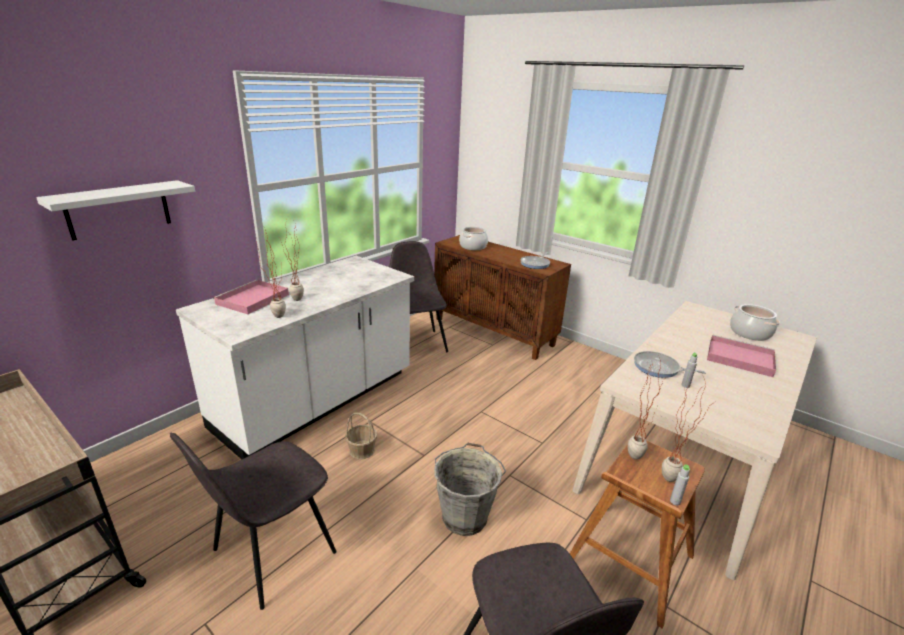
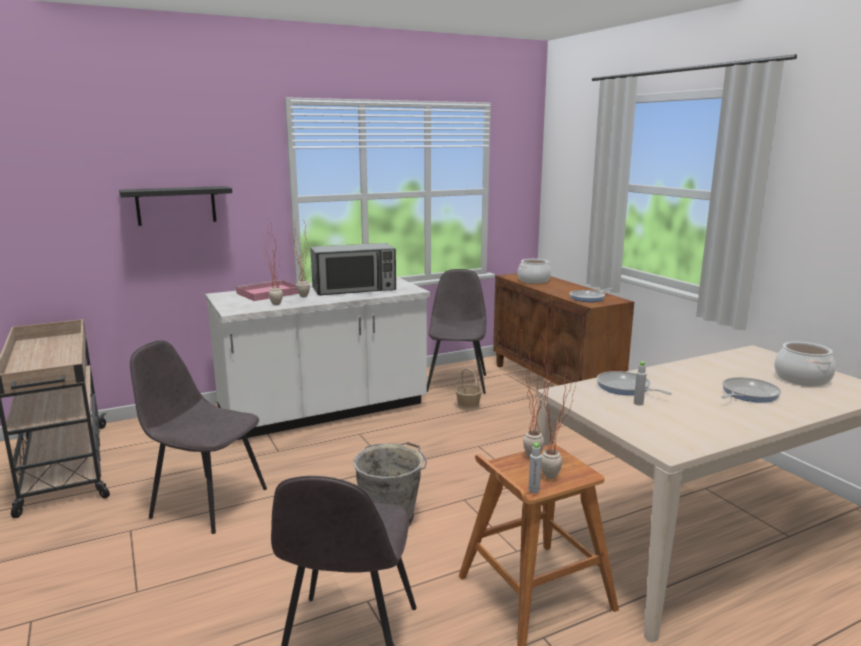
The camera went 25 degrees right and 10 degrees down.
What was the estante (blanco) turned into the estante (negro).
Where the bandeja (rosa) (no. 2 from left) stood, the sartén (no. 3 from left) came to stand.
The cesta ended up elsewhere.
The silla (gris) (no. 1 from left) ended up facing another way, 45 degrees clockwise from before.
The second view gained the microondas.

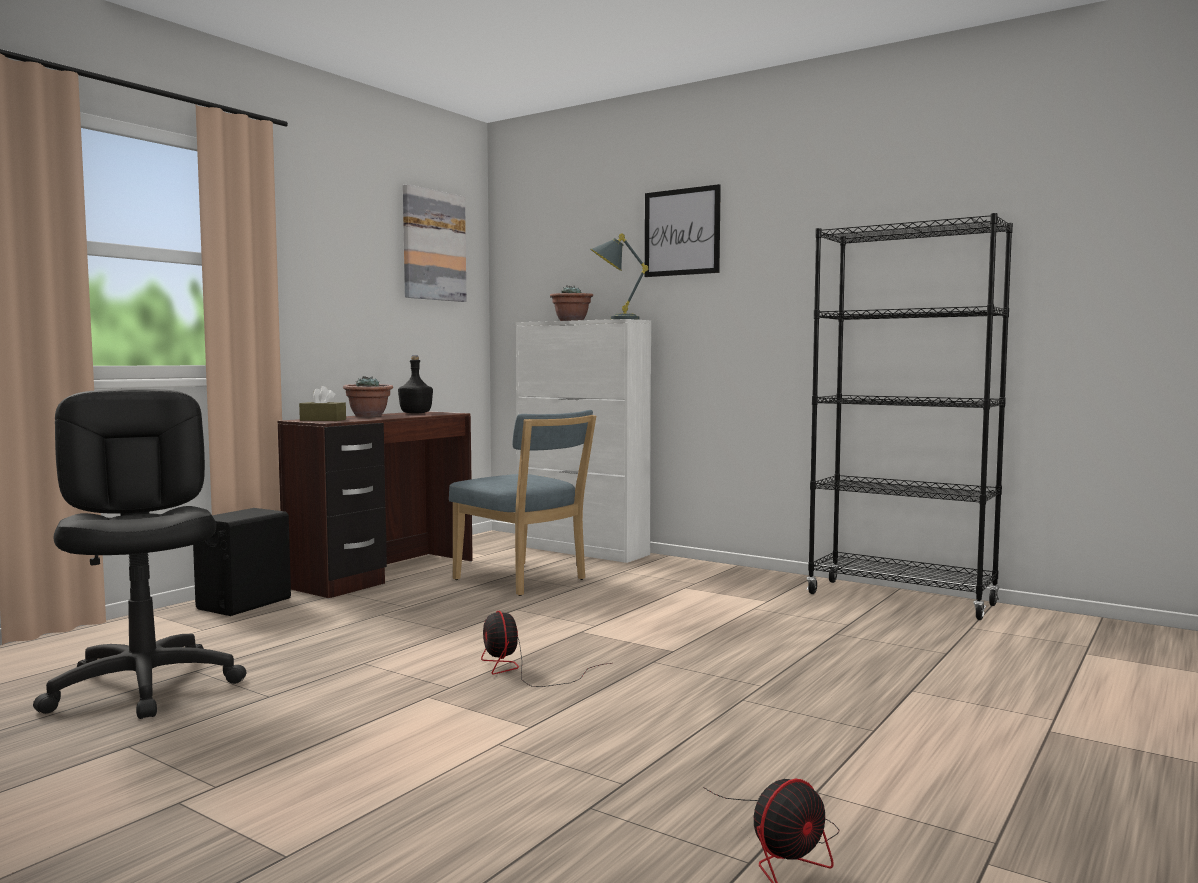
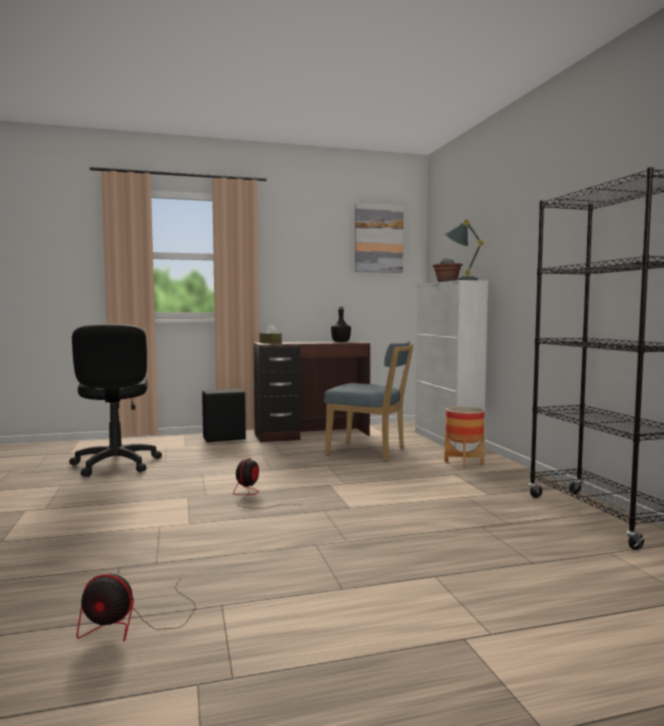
The camera went 40 degrees right and 0 degrees up.
The second view lost the cuadro (no. 2 from left).
The second view lost the planta en maceta (no. 1 from left).
The silla de oficina (negro) ended up facing another way, 150 degrees clockwise from before.
The silla (azul) ended up facing another way, 60 degrees counterclockwise from before.
The second view gained the maceta.

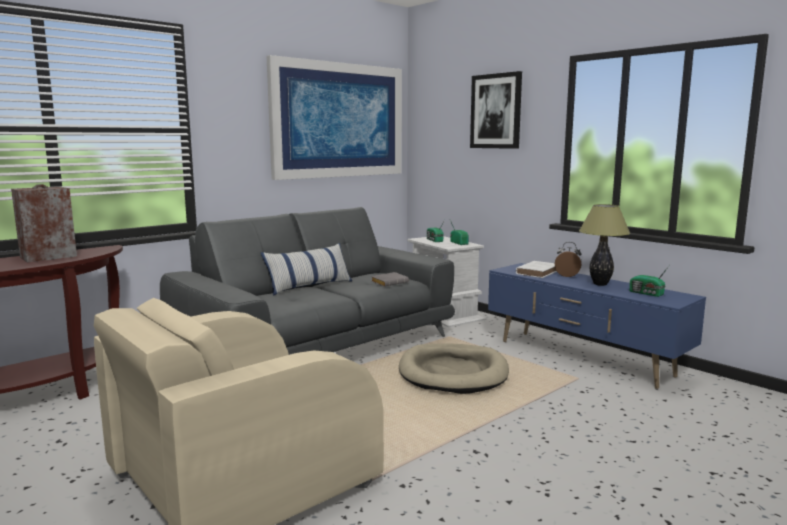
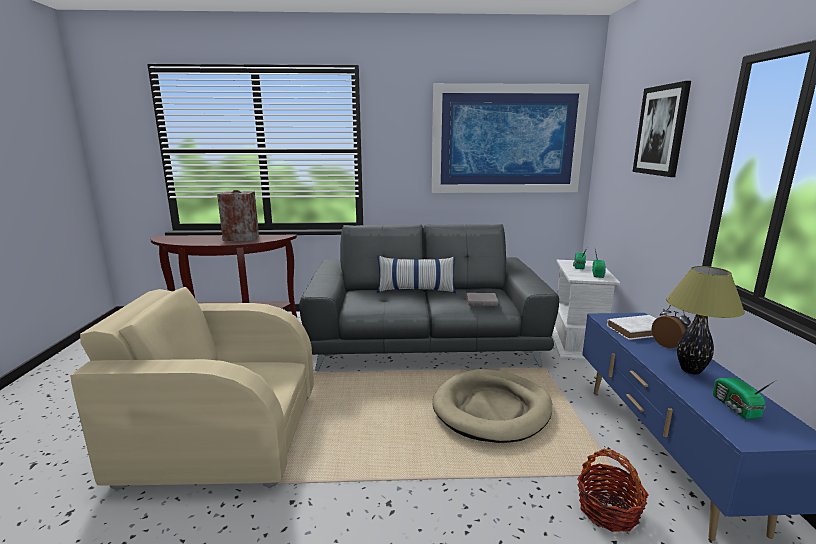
The camera went 40 degrees right and 5 degrees up.
The second view gained the cesta.

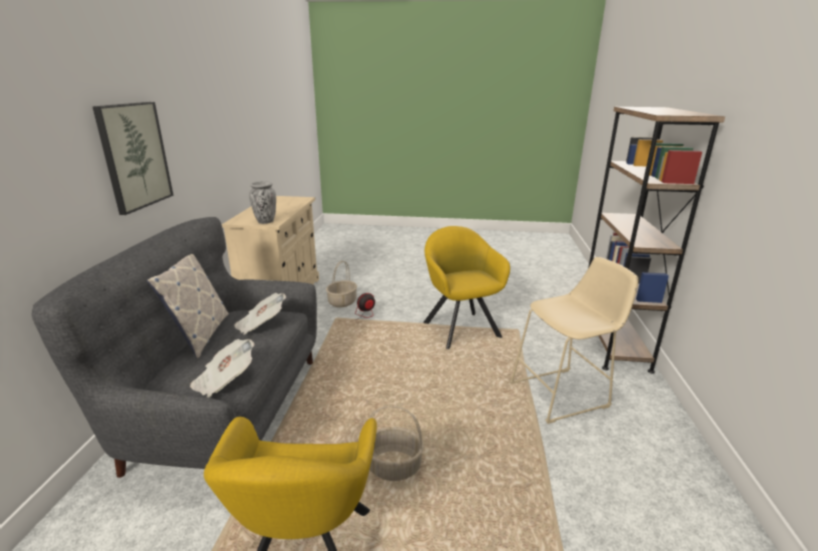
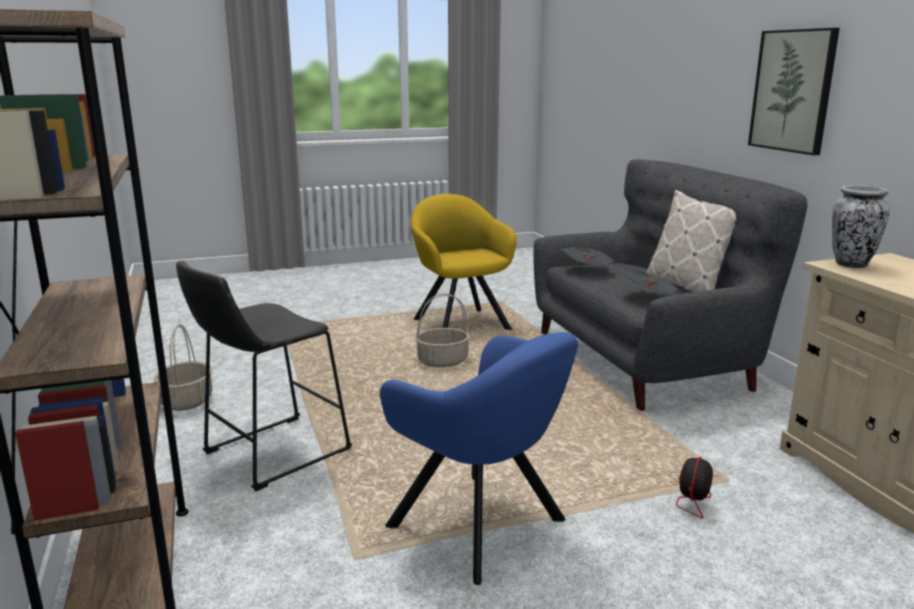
The camera went 155 degrees right and 5 degrees down.
What was the sillón (amarillo) (no. 2 from left) turned into the sillón (azul).
What was the taburete (beis) turned into the taburete (negro).
The cesta (no. 1 from left) ended up elsewhere.

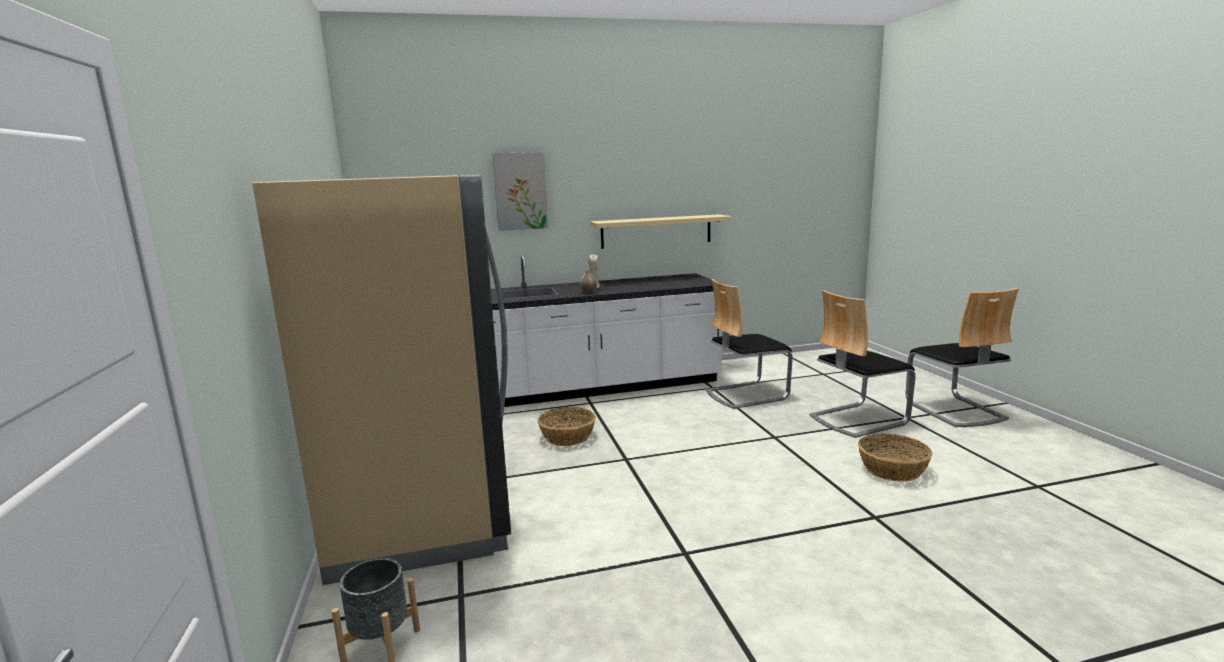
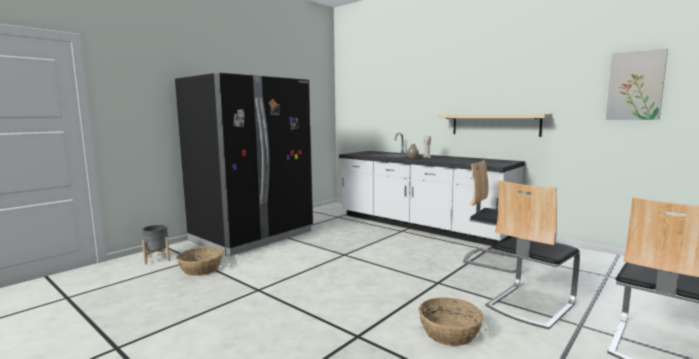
The camera went 55 degrees right and 5 degrees down.
The cuadro ended up elsewhere.
What was the nevera (beis) turned into the nevera (negro).
The silla (no. 2 from left) ended up facing another way, 75 degrees counterclockwise from before.
The cesta (no. 1 from left) ended up elsewhere.

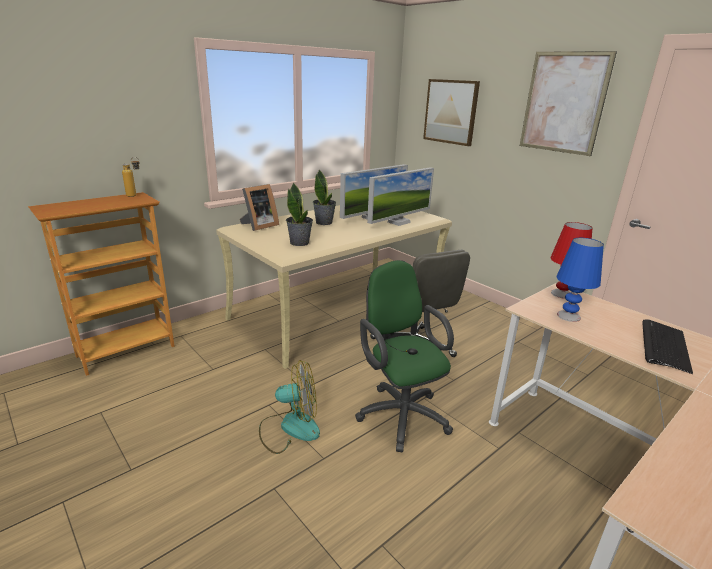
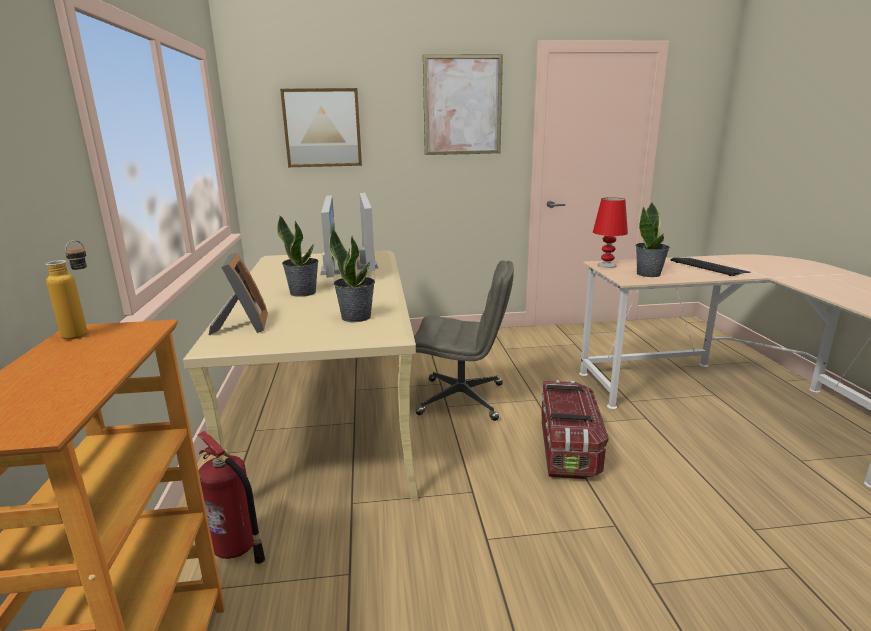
The camera went 55 degrees left and 5 degrees down.
Where the lámpara de mesa (azul) stood, the planta en maceta (no. 3 from left) came to stand.
Where the silla de oficina (verde) stood, the caja de almacenaje came to stand.
The second view lost the ventilador.
The second view gained the extintor.

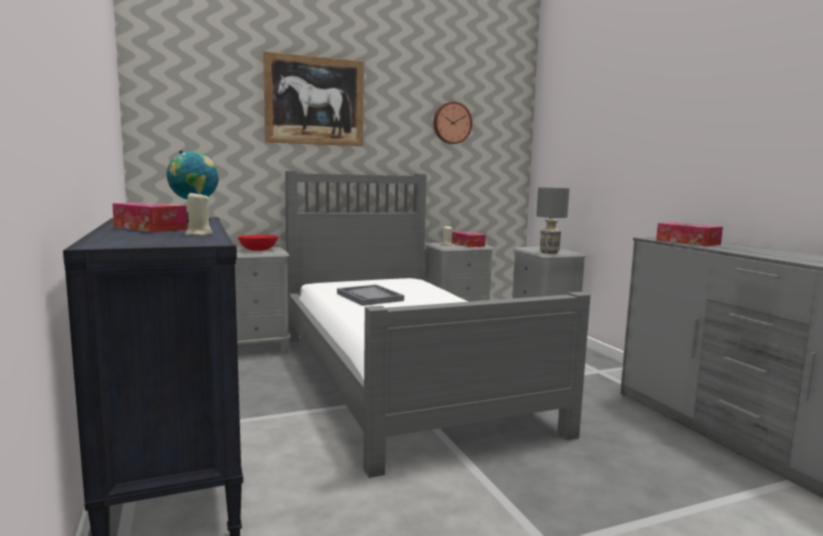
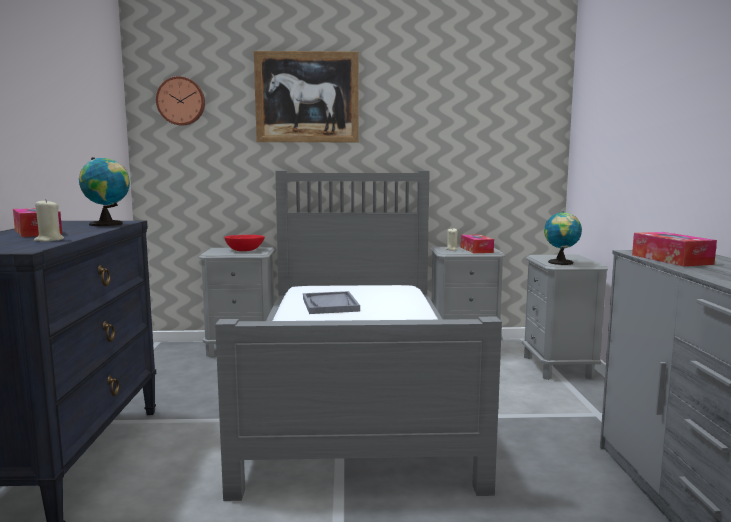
The camera went 20 degrees right and 0 degrees up.
The reloj de pared ended up elsewhere.
Where the lámpara de mesa (gris) stood, the globo terráqueo (no. 2 from left) came to stand.

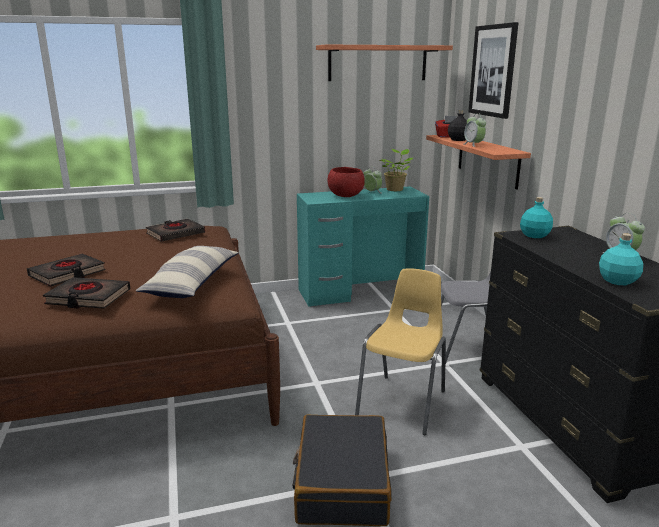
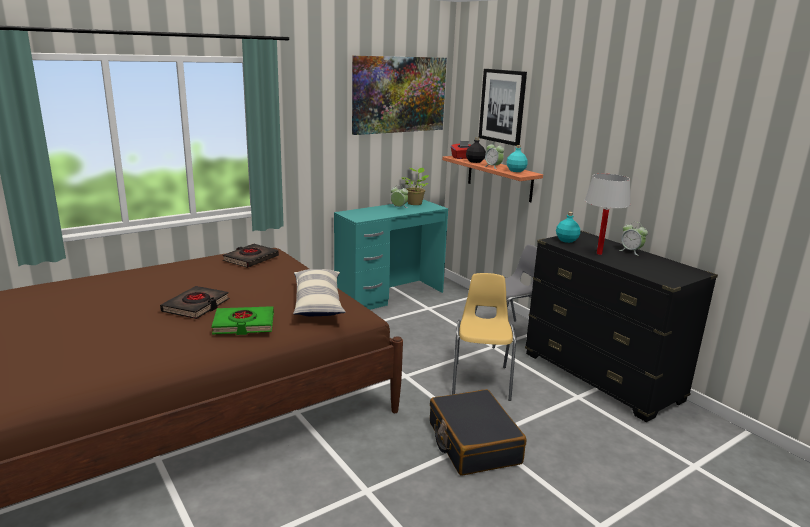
The camera went 20 degrees left and 0 degrees up.
Where the estante (no. 1 from left) hung, the cuadro (no. 1 from left) came to hang.
The second view lost the cuenco (rojo).
The botella (turquesa) (no. 2 from left in the first image) ended up elsewhere.
What was the libro (negro) (no. 2 from left) turned into the libro (verde).
The second view gained the lámpara de mesa (blanco).

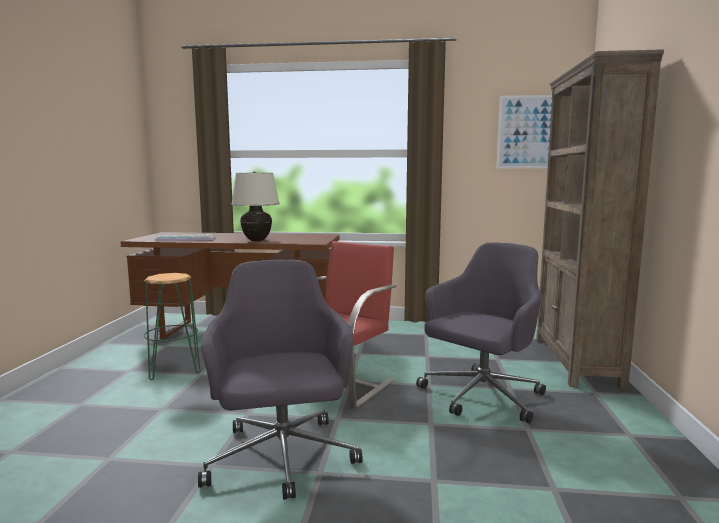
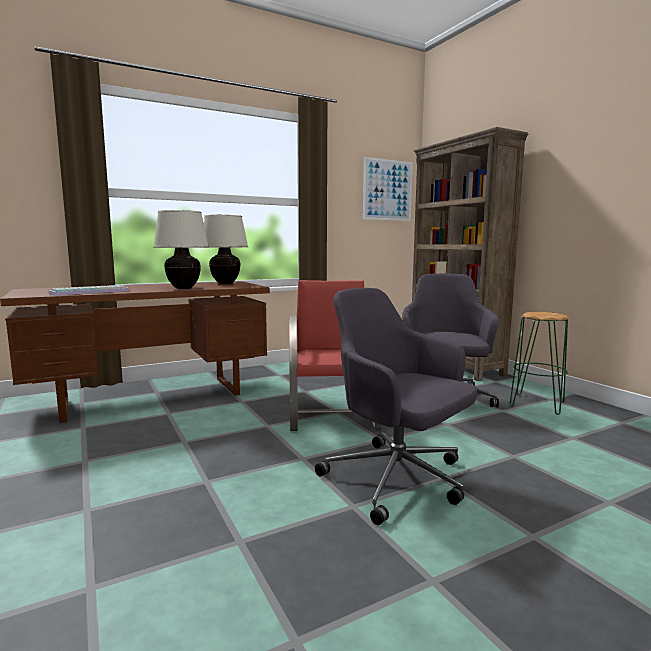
The camera went 35 degrees left and 0 degrees up.
The taburete (verde) ended up elsewhere.
The second view gained the lámpara de mesa (beis) (no. 2 from left).

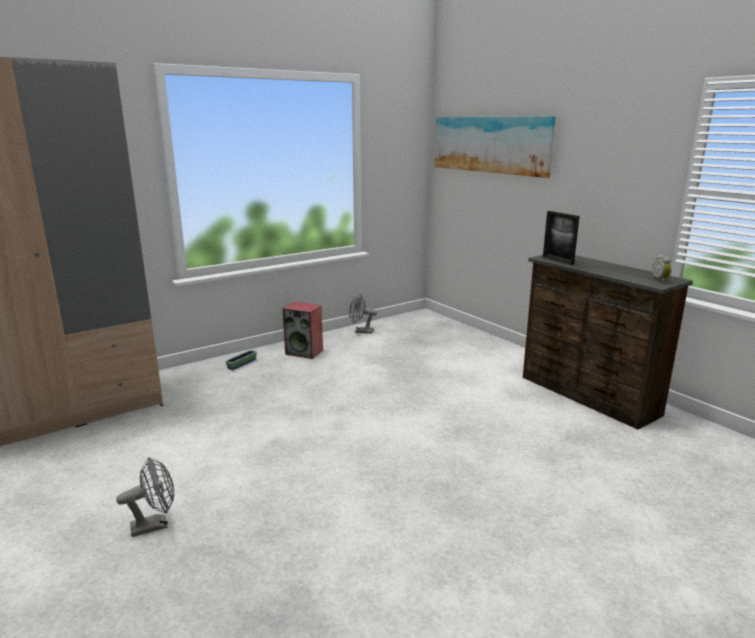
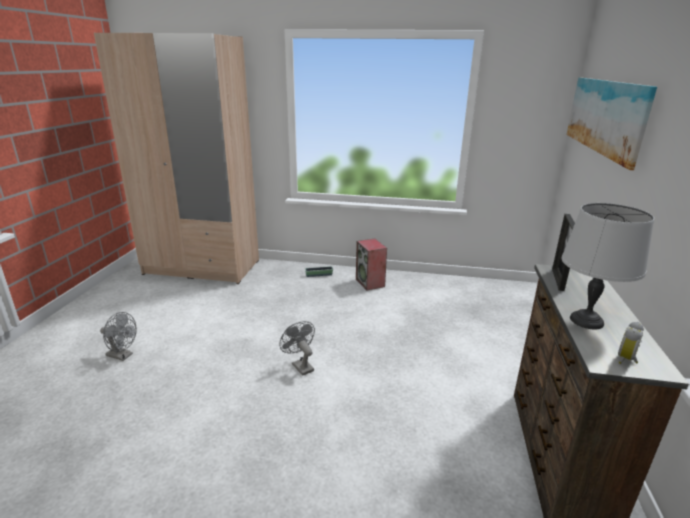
The camera went 45 degrees right and 5 degrees up.
The ventilador (gris) (no. 2 from left) ended up elsewhere.
The second view gained the lámpara de mesa (gris).

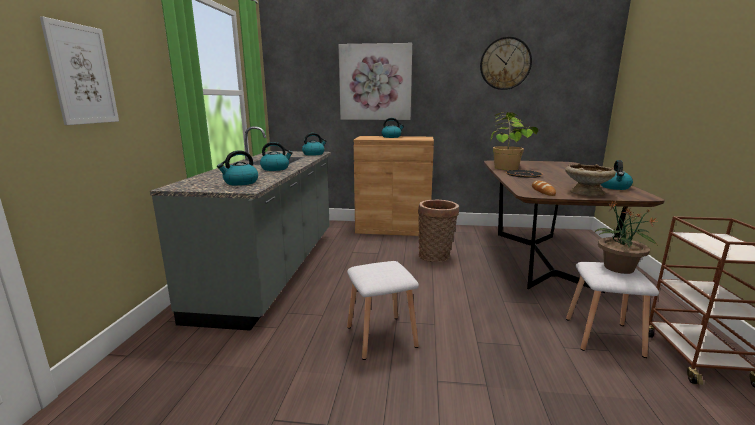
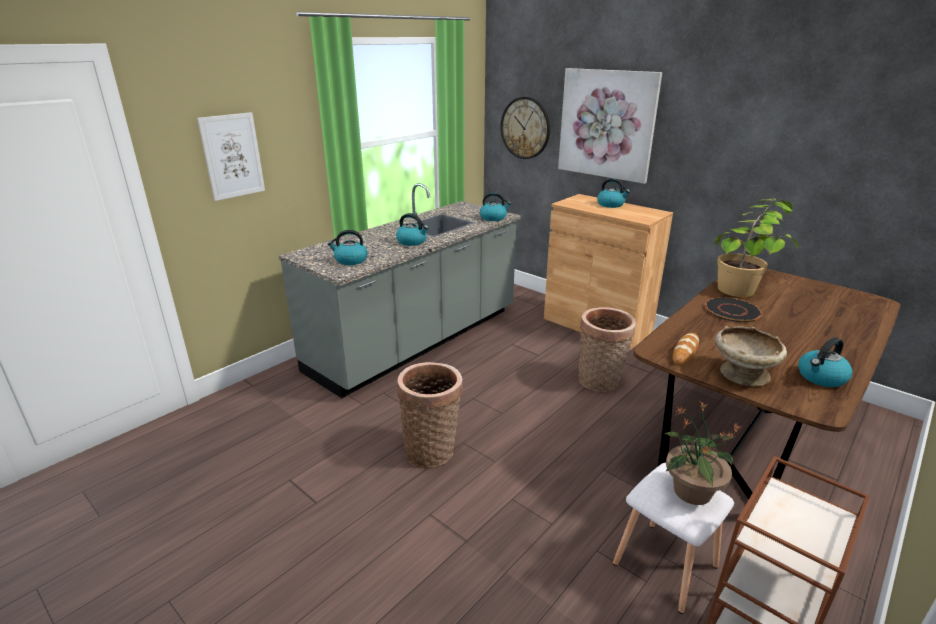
The camera went 35 degrees right and 10 degrees up.
The reloj de pared ended up elsewhere.
Where the taburete (blanco) (no. 1 from left) stood, the cesta (no. 1 from left) came to stand.

